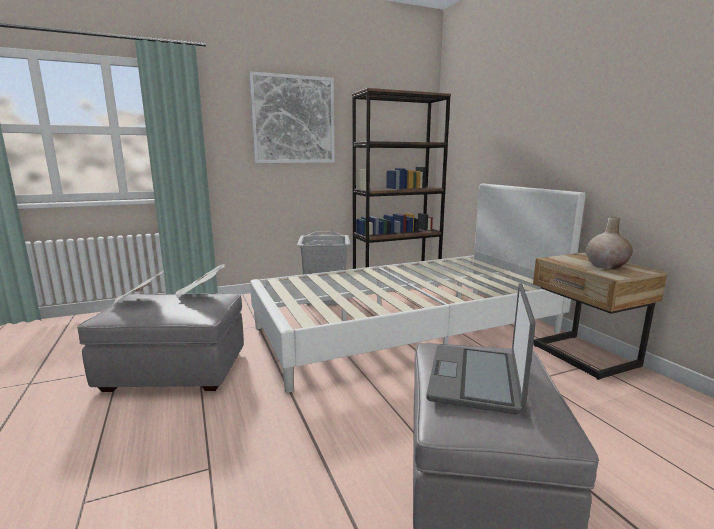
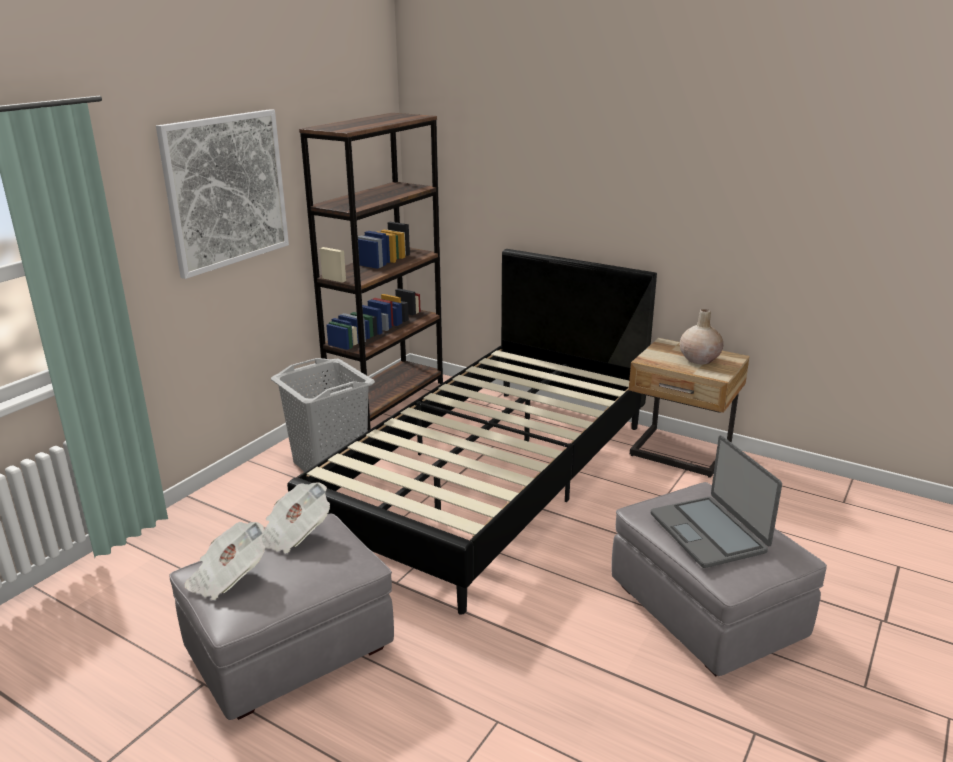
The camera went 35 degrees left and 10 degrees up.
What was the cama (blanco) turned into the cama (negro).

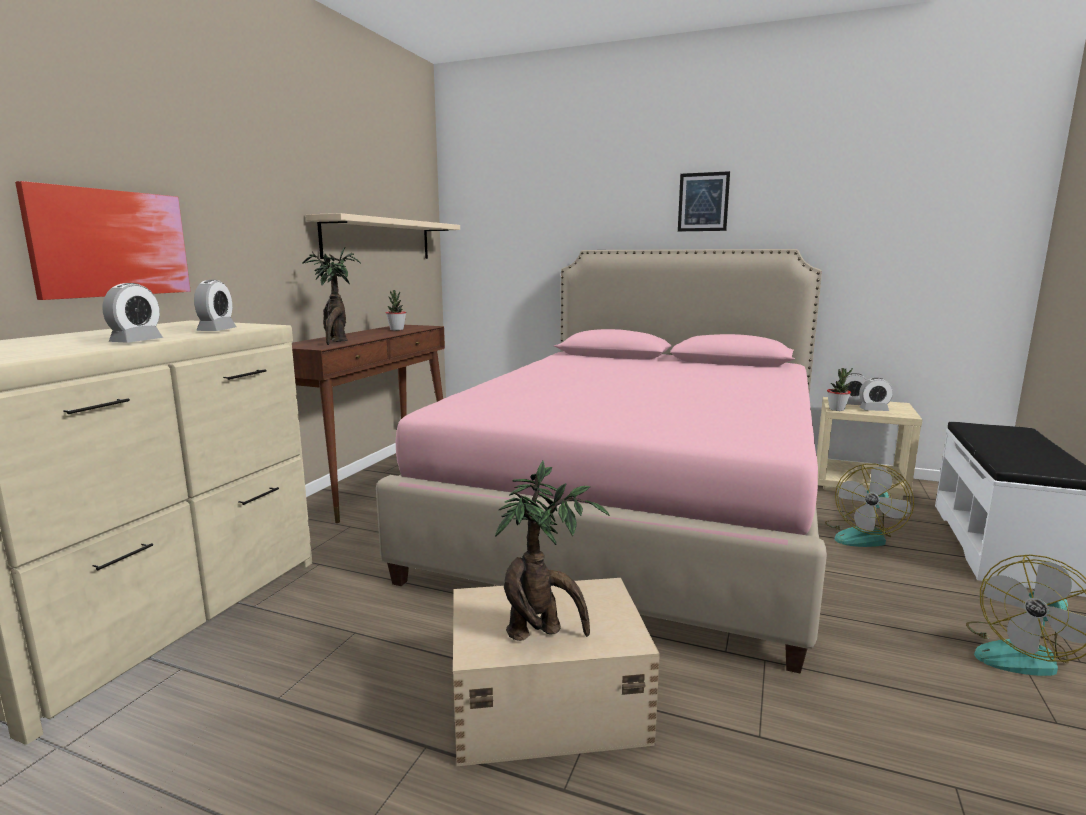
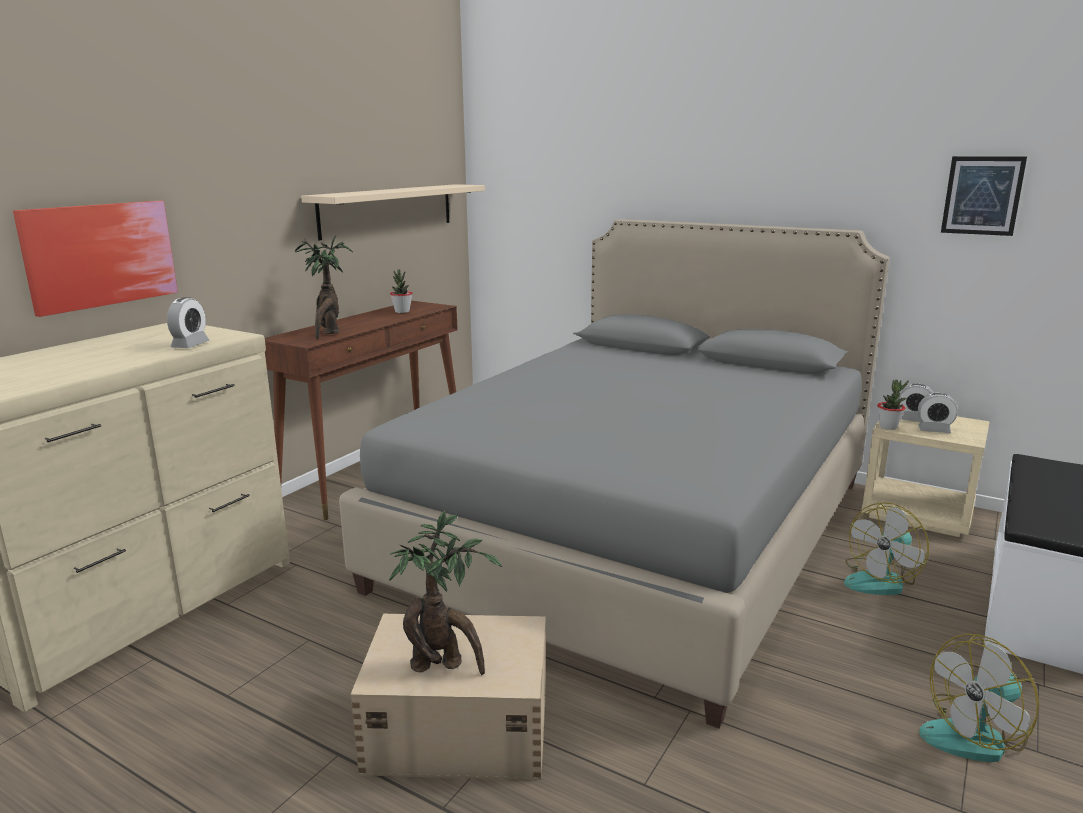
The camera went 10 degrees right and 5 degrees up.
The cuadro (no. 2 from left) ended up elsewhere.
What was the cama (rosa) turned into the cama (gris).
The second view lost the despertador (no. 1 from left).

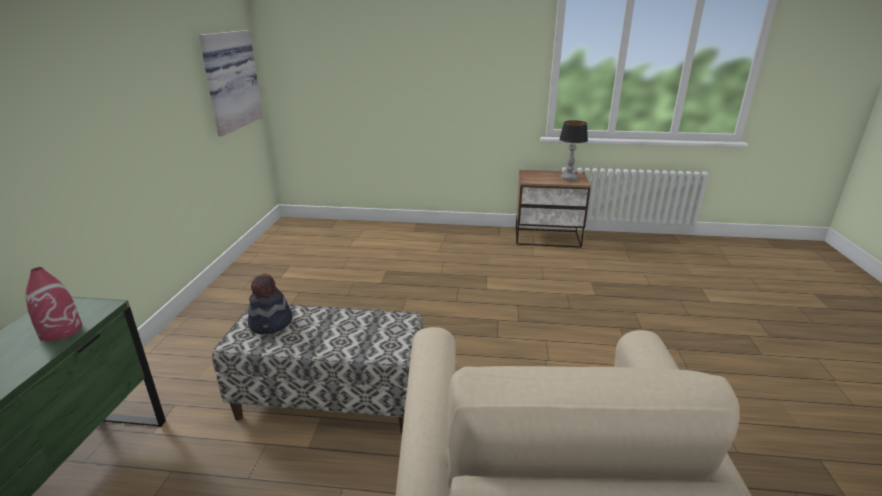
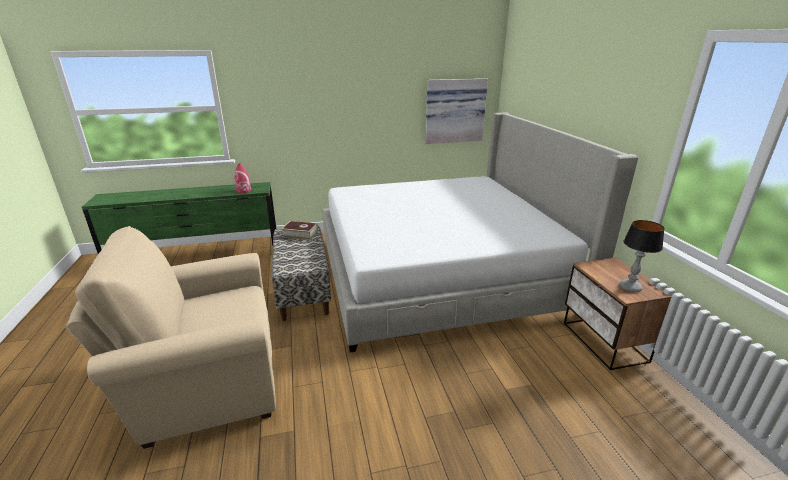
The camera went 70 degrees right and 0 degrees up.
Where the sombrero stood, the libro came to stand.
The second view gained the cama.

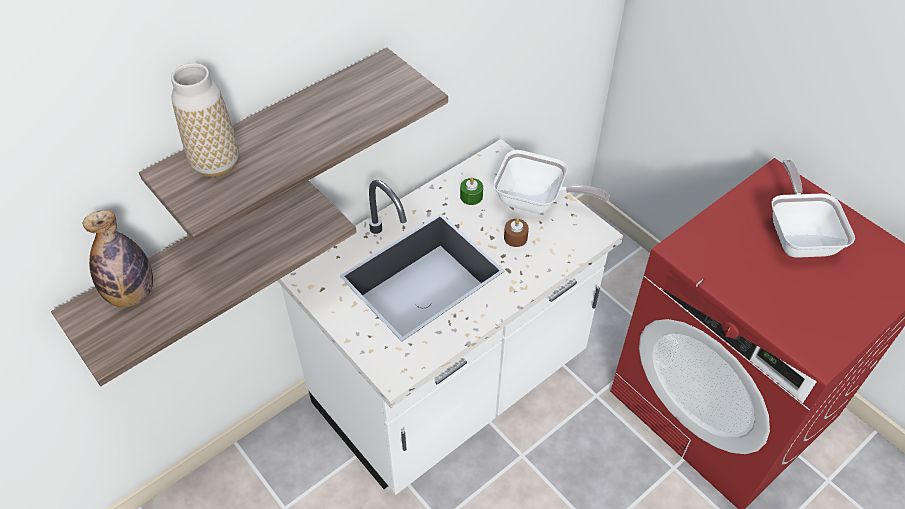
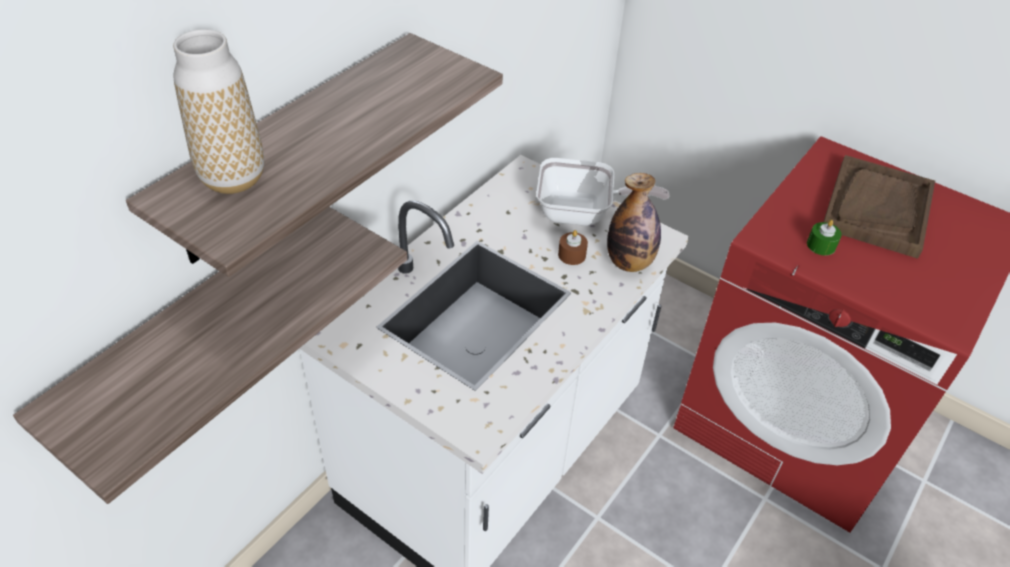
The camera went 15 degrees left and 5 degrees down.
Where the sartén (no. 2 from left) stood, the bandeja (marrón) came to stand.
The vela (verde) ended up elsewhere.
The botella ended up elsewhere.

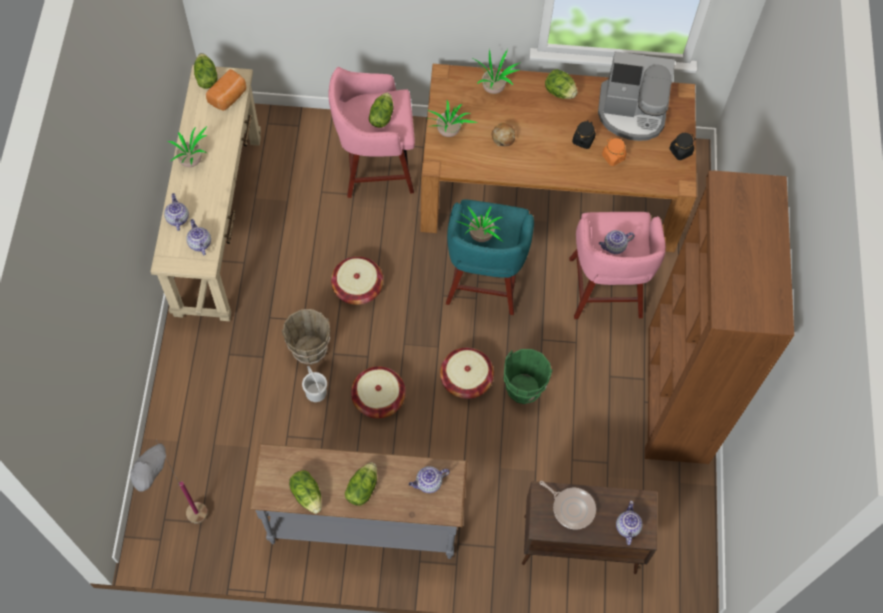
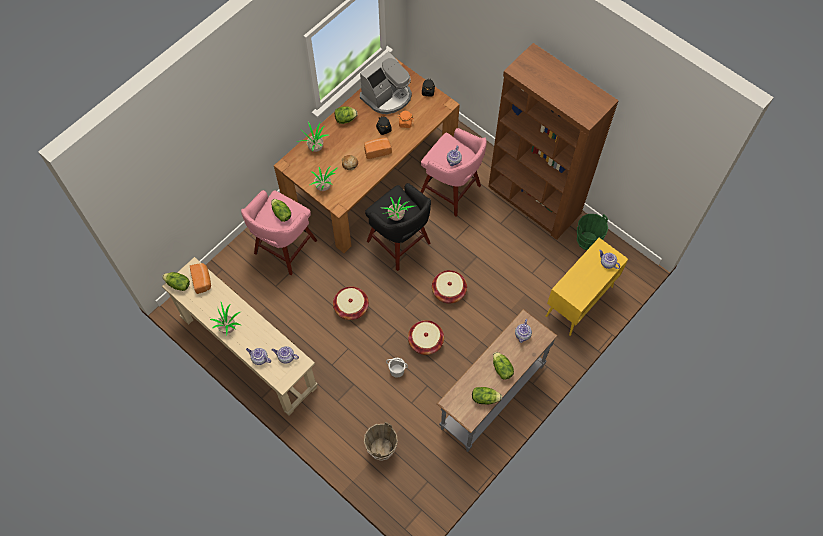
The camera went 50 degrees left and 0 degrees up.
What was the taburete (turquesa) turned into the taburete (negro).
The cubo (marrón) ended up elsewhere.
The cubo (verde) ended up elsewhere.
The second view lost the lámpara de pie (gris).
What was the armario (marrón) turned into the armario (amarillo).
The second view lost the sartén.
The second view gained the pan (no. 3 from left).

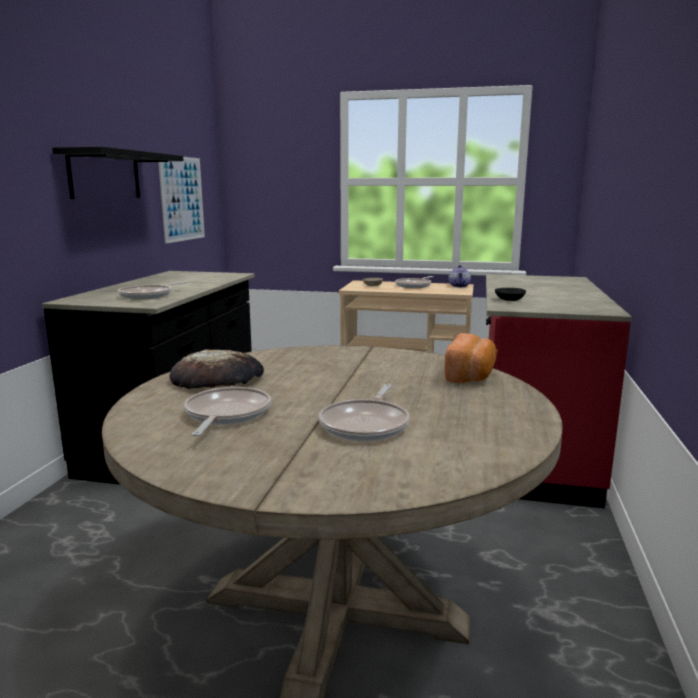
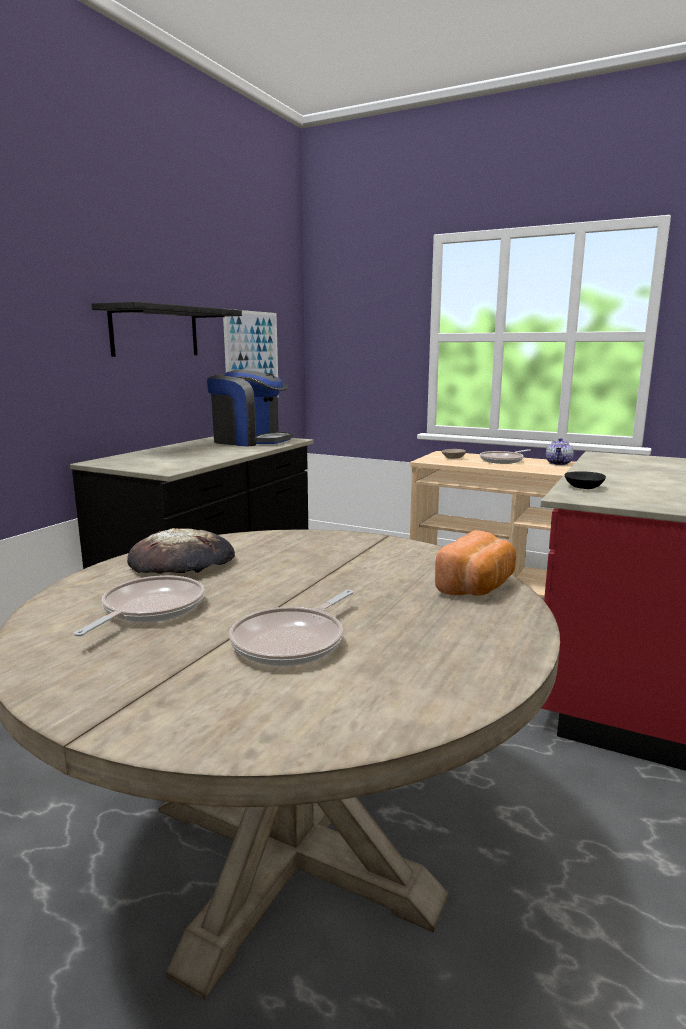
The camera went 15 degrees right and 0 degrees up.
The second view lost the sartén (no. 1 from left).
The second view gained the cafetera.

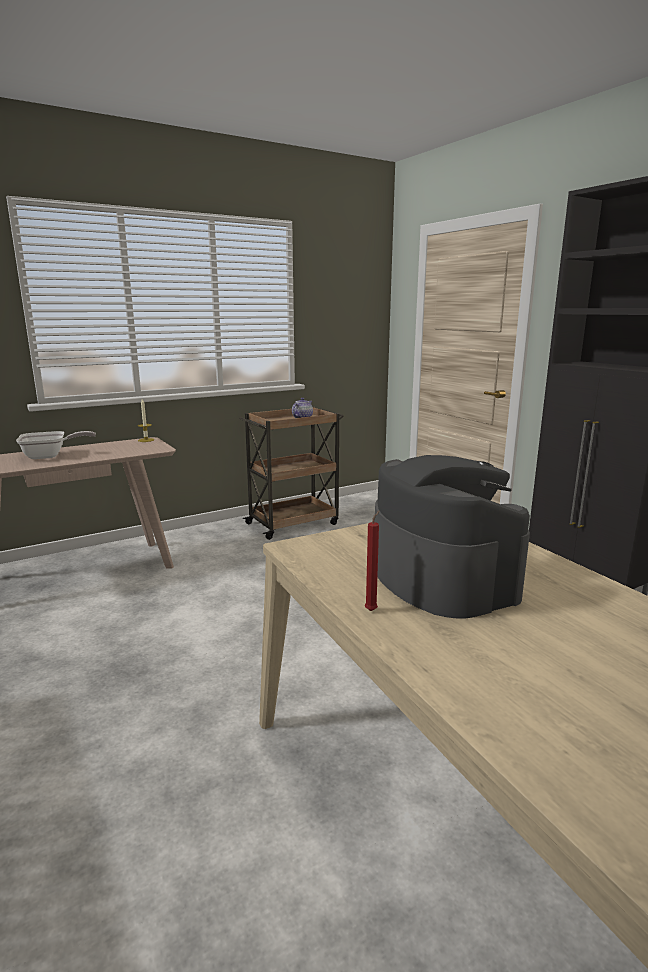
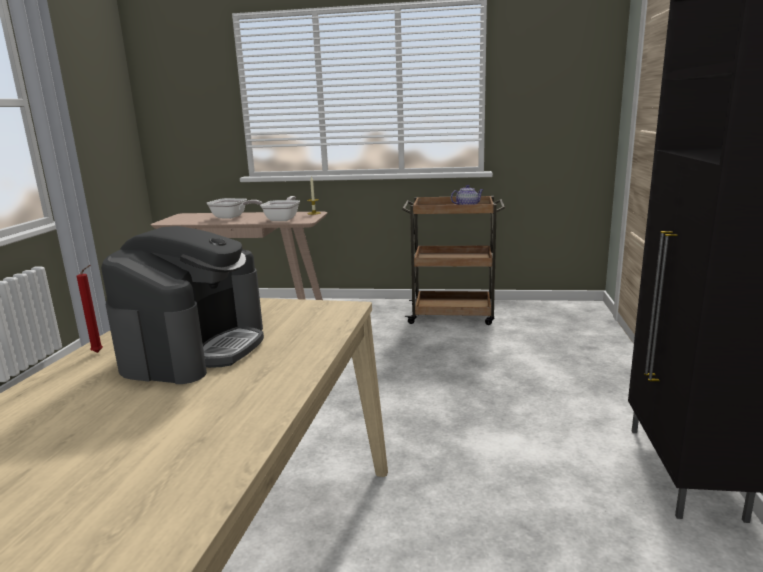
The camera went 40 degrees right and 0 degrees up.
The second view gained the sartén (no. 2 from left).

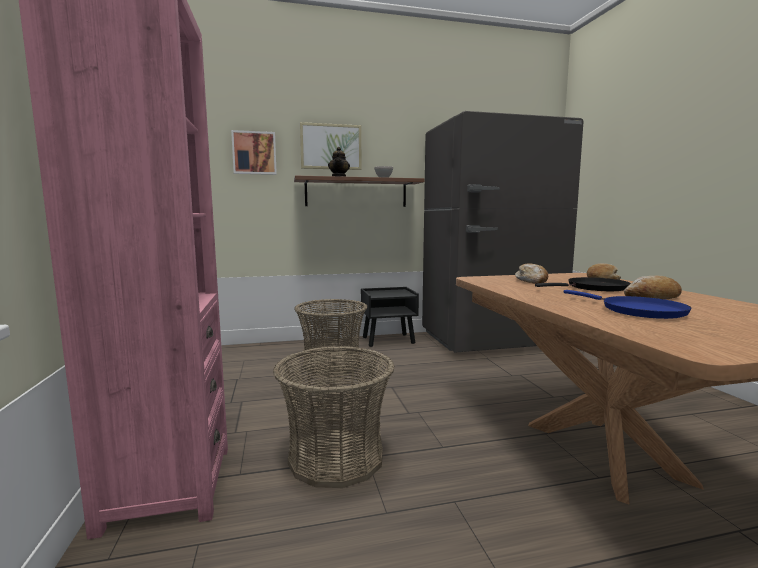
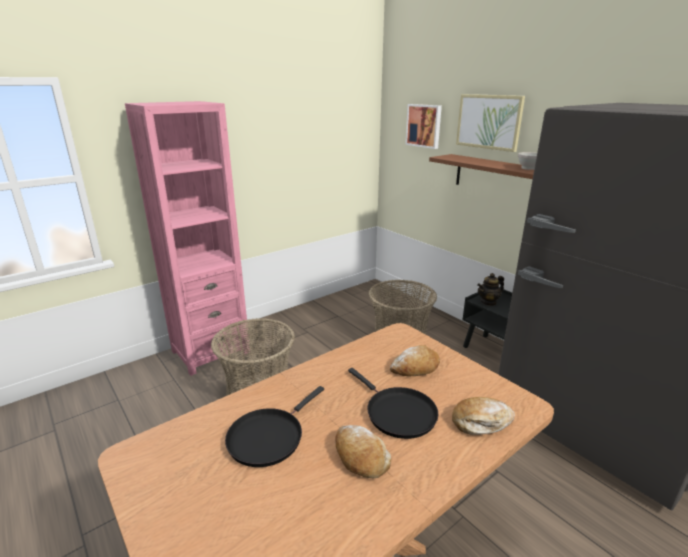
The camera went 65 degrees right and 15 degrees up.
The tetera ended up elsewhere.
What was the sartén (azul) turned into the sartén (negro) (no. 1 from left).

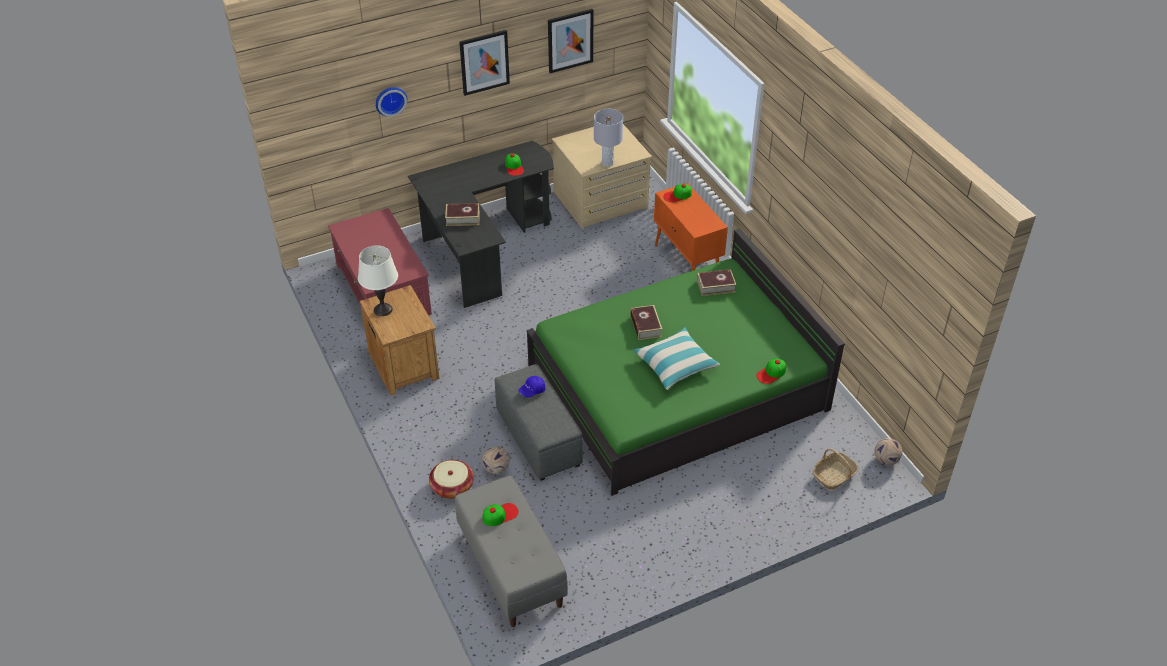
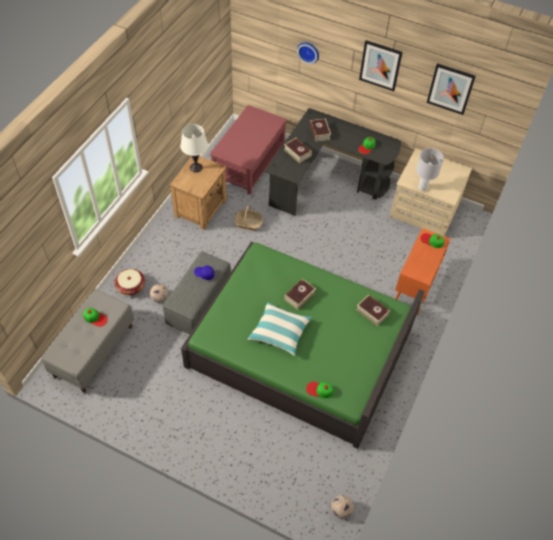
The camera went 50 degrees right and 10 degrees up.
The cesta (no. 2 from left) ended up elsewhere.
The second view gained the libro (no. 3 from left).

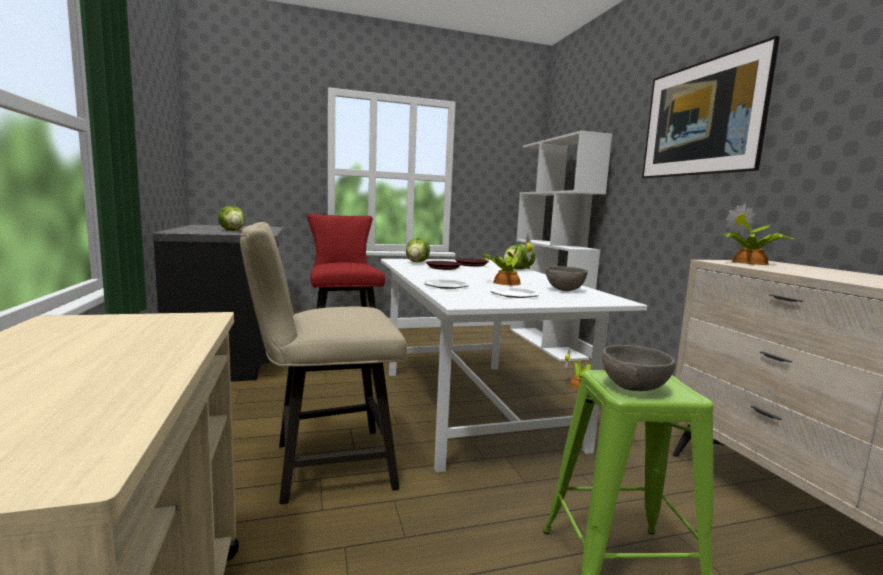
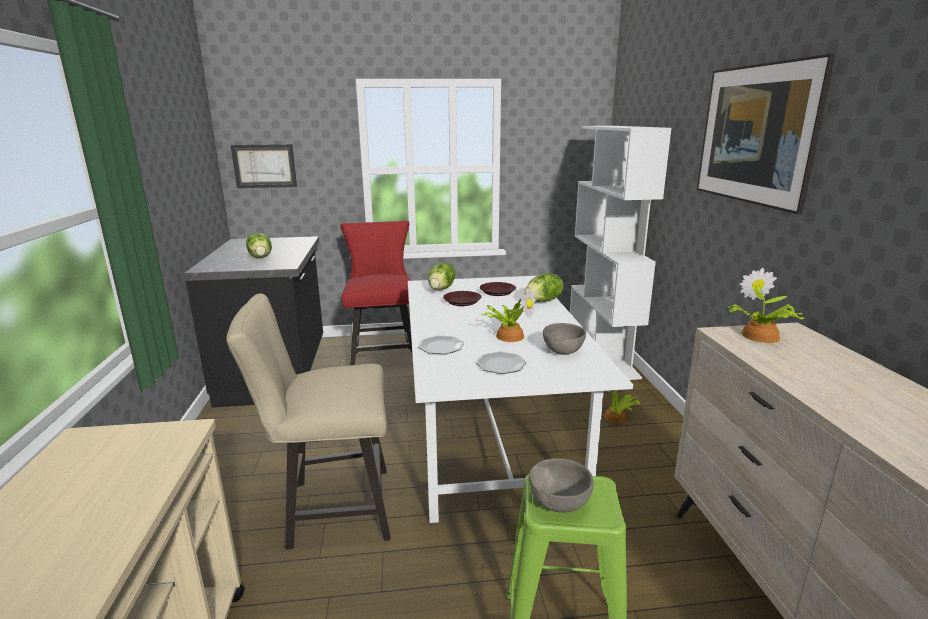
The camera went 10 degrees right and 10 degrees up.
The second view gained the cuadro (no. 1 from left).

